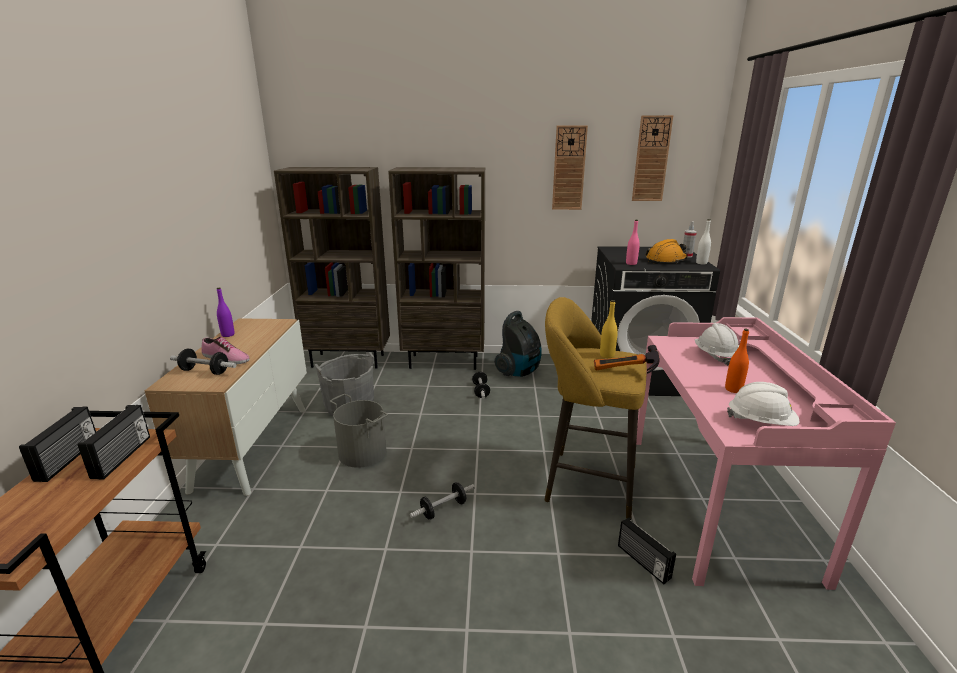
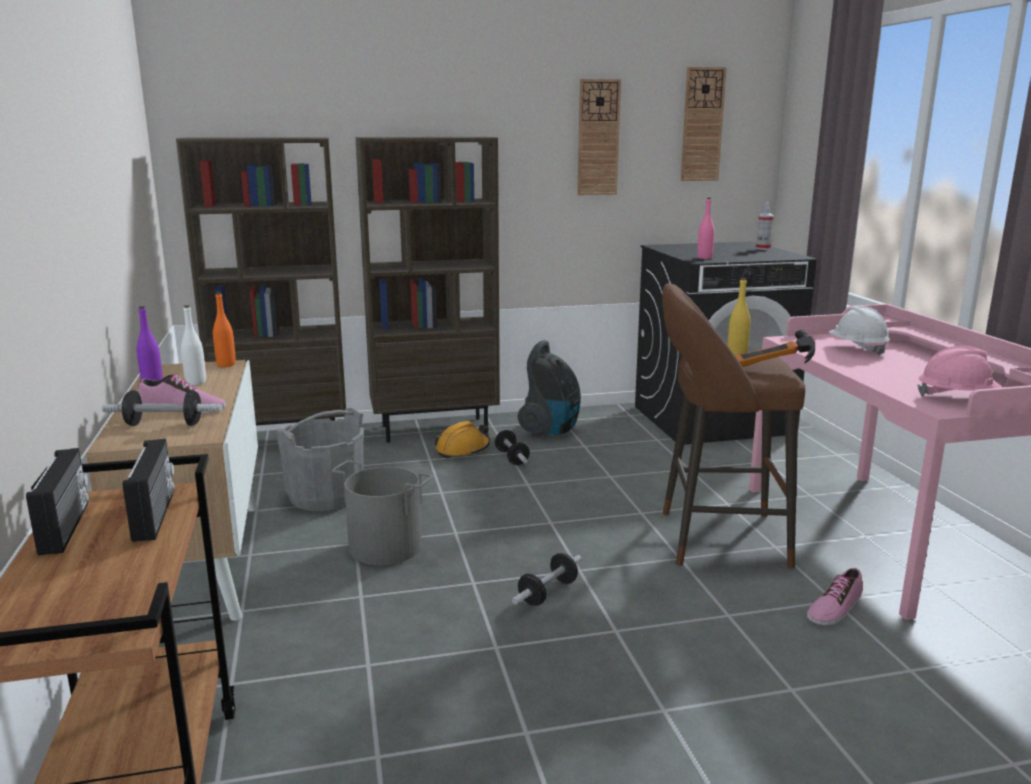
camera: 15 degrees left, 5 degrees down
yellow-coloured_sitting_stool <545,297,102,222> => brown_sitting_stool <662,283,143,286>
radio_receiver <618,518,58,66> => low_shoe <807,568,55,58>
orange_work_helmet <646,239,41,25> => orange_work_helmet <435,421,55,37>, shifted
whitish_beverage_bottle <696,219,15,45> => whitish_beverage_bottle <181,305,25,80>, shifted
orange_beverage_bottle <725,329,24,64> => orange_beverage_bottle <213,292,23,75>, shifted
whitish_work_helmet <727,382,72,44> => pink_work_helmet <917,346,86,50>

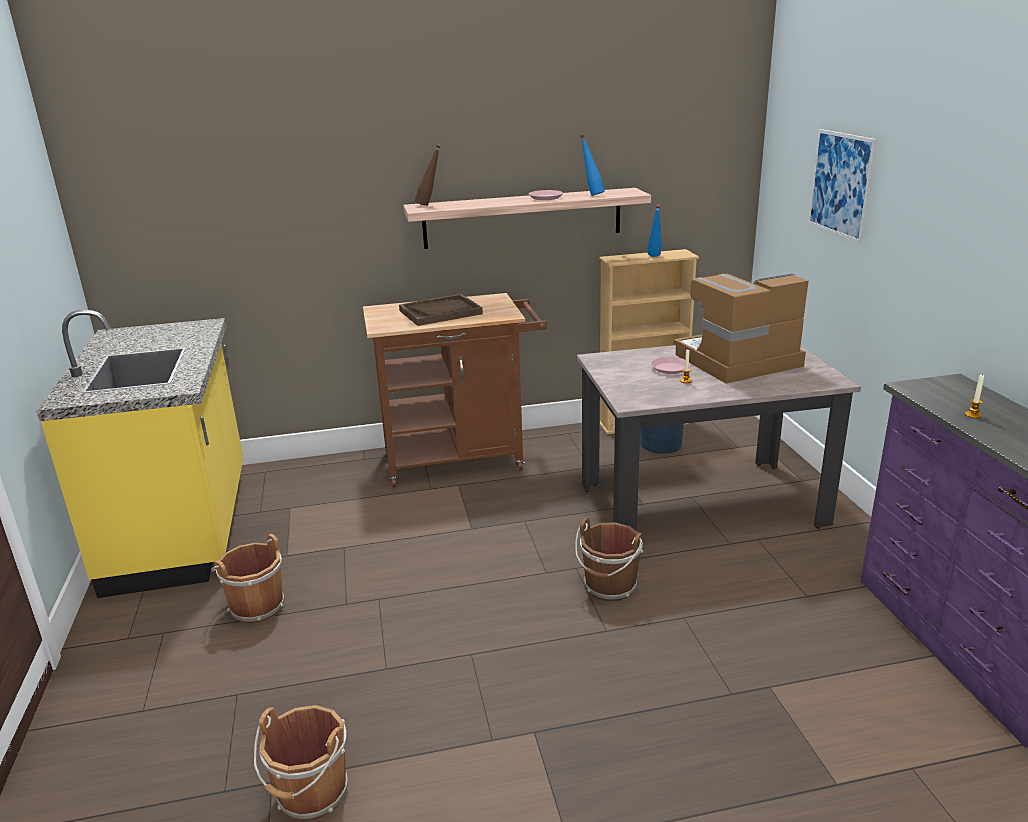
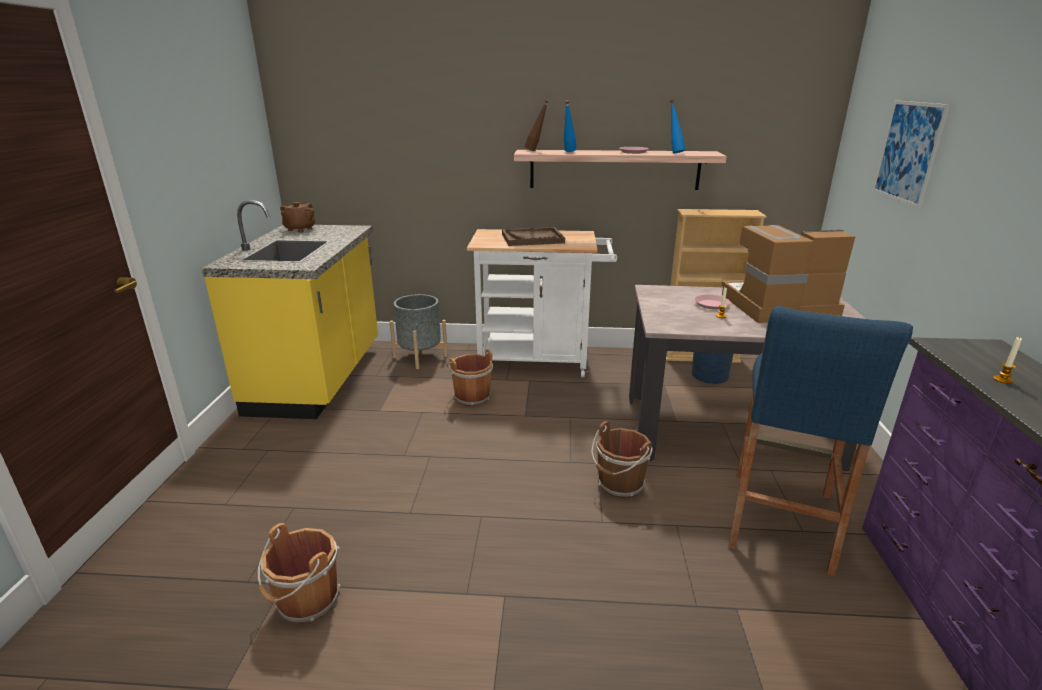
camera: 15 degrees right, 0 degrees up
brown_water_bucket <211,534,73,89> => brown_water_bucket <447,349,46,57>, shifted
brown_wheeled_cart <363,293,185,195> => whitish_wheeled_cart <467,229,150,149>
blue_beverage_bottle <647,204,15,53> => blue_beverage_bottle <564,100,12,52>, shifted
nothing => brown_tea_pot <280,202,35,30>
nothing => grey_flower_pot <389,294,59,75>
nothing => blue_sitting_stool <728,306,185,270>

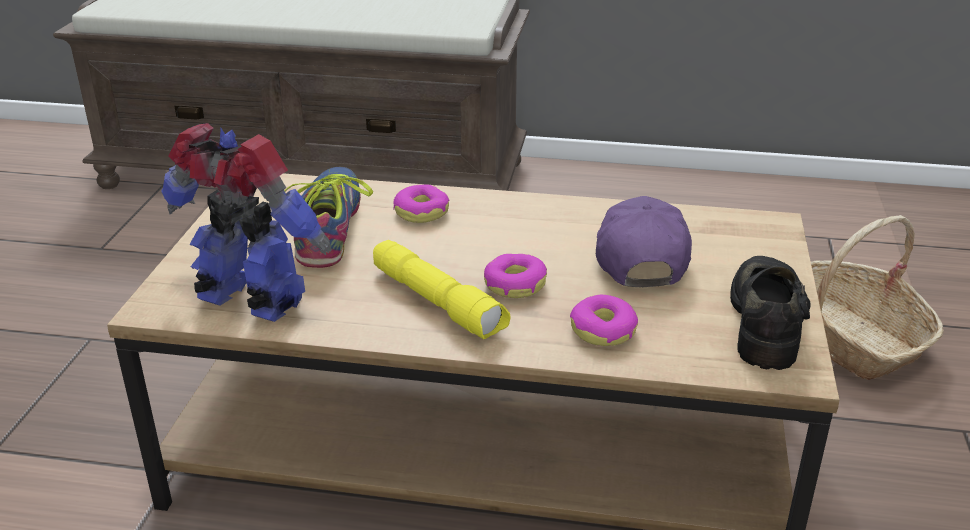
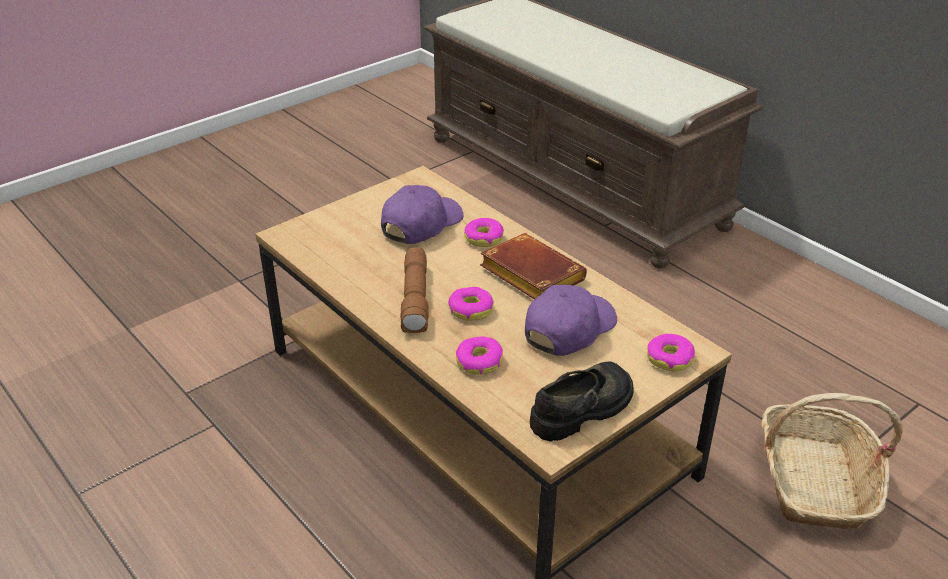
camera: 40 degrees right, 5 degrees up
model_robot <161,123,171,199> => nothing
low_shoe <284,167,89,101> => purple-coloured_cap <381,185,83,59>
yellow-coloured_hand_torch <373,240,138,99> => brown_hand_torch <400,247,28,86>
nothing => brown_volume <480,233,107,66>
nothing => donut <647,334,48,37>

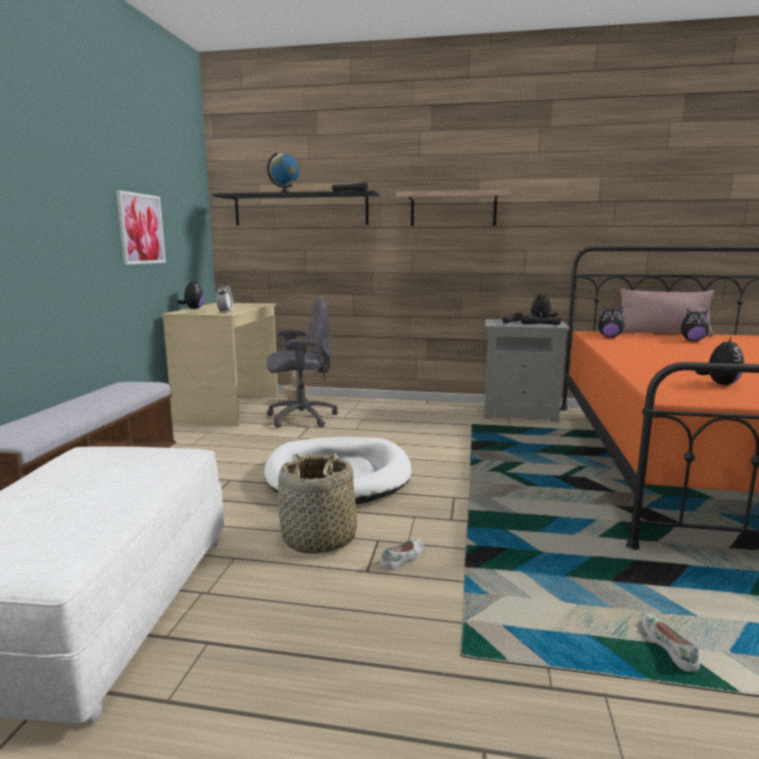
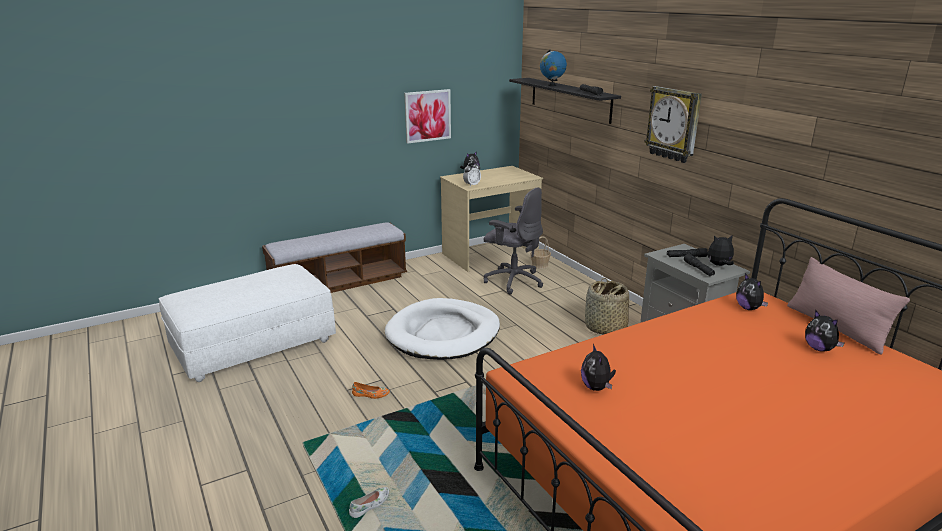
camera: 50 degrees right, 10 degrees up
household_basket <278,453,79,101> => household_basket <585,278,44,57>, shifted
whitish_low_shoe <381,539,42,31> => orange_low_shoe <352,382,38,17>
wall_shelf <396,190,115,36> => wall_clock <644,86,58,77>
cuddly_toy <695,337,49,48> => cuddly_toy <581,344,35,47>, 90 degrees clockwise

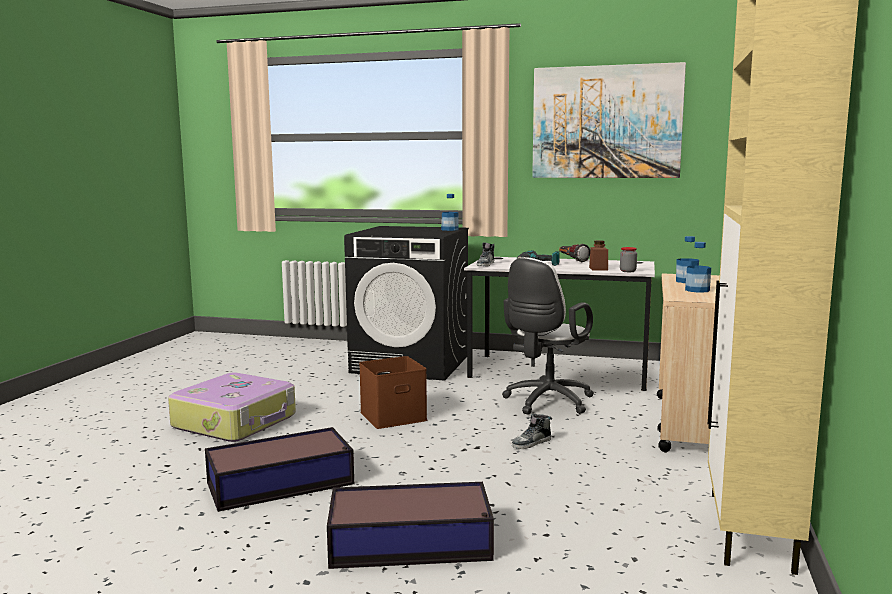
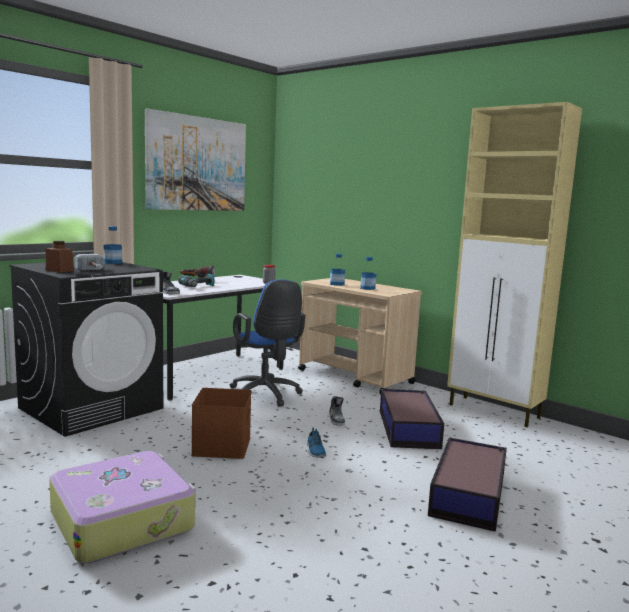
camera: 65 degrees left, 0 degrees up
storage_bin <205,427,149,85> => storage_bin <380,389,64,60>, shifted
whitish_computer_chair <502,257,92,158> => blue_computer_chair <230,279,75,128>
brown_preserve_jar <589,240,19,30> => brown_preserve_jar <46,241,28,32>, shifted
nothing => tool_hammer <75,254,29,16>
nothing => low_shoe <307,427,19,30>

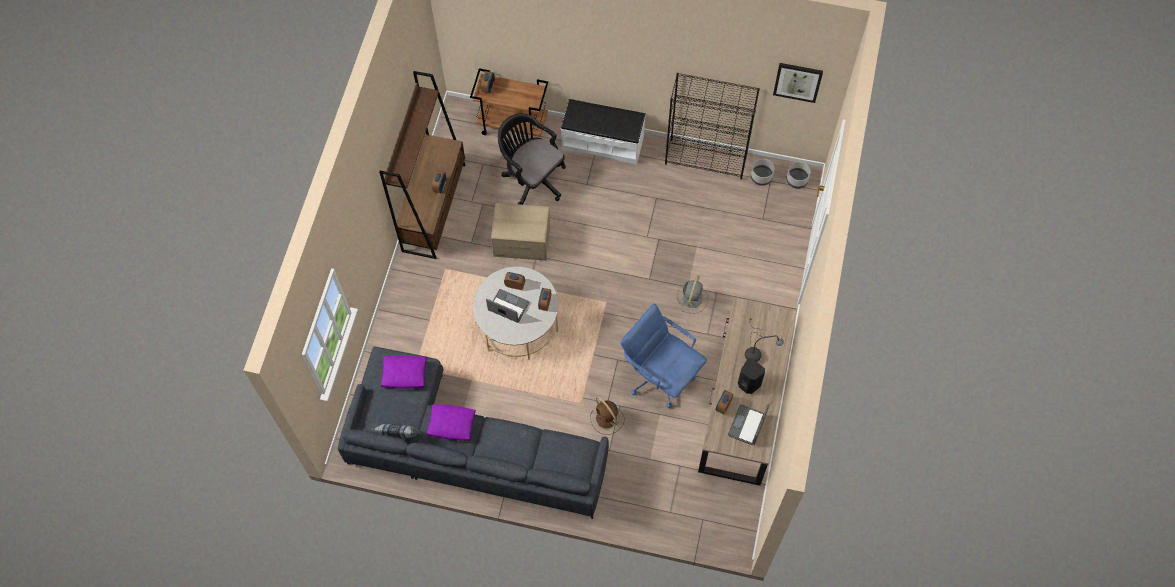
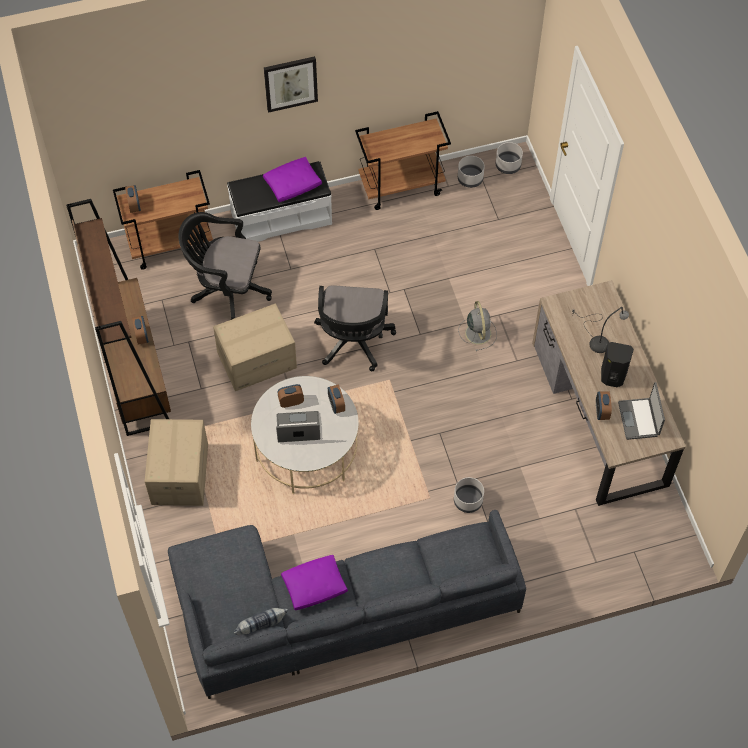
camera: 30 degrees left, 5 degrees down
purple-coloured_pillow <381,356,46,33> => purple-coloured_pillow <263,157,59,45>, shifted
brown_cooling_fan <590,397,34,38> => grey_flower_pot <454,477,30,36>
blue_computer_chair <620,303,87,105> => nothing
blackish_bookshelf <665,73,95,106> => brown_wheeled_cart <355,111,96,99>
picture <773,63,50,40> => picture <264,56,54,57>, shifted
nothing => cardboard_box <145,419,63,87>
nothing => blackish_computer_chair <314,285,82,86>

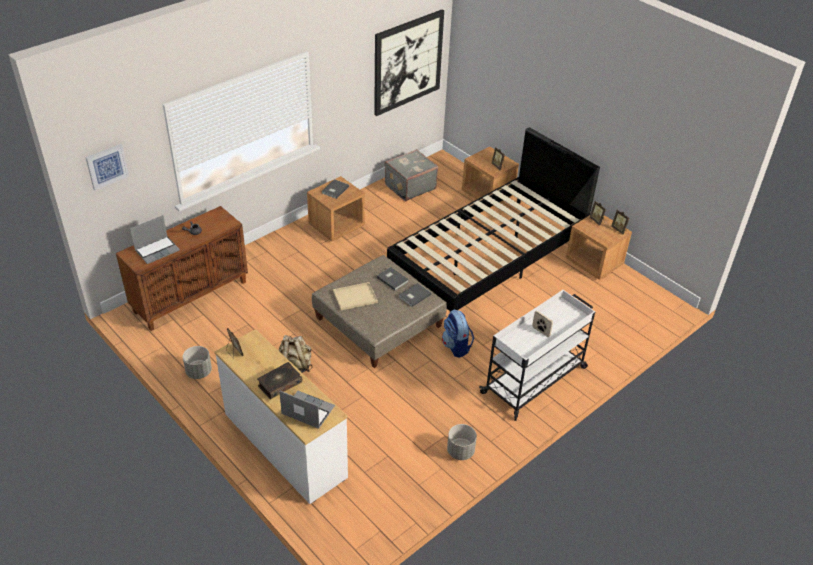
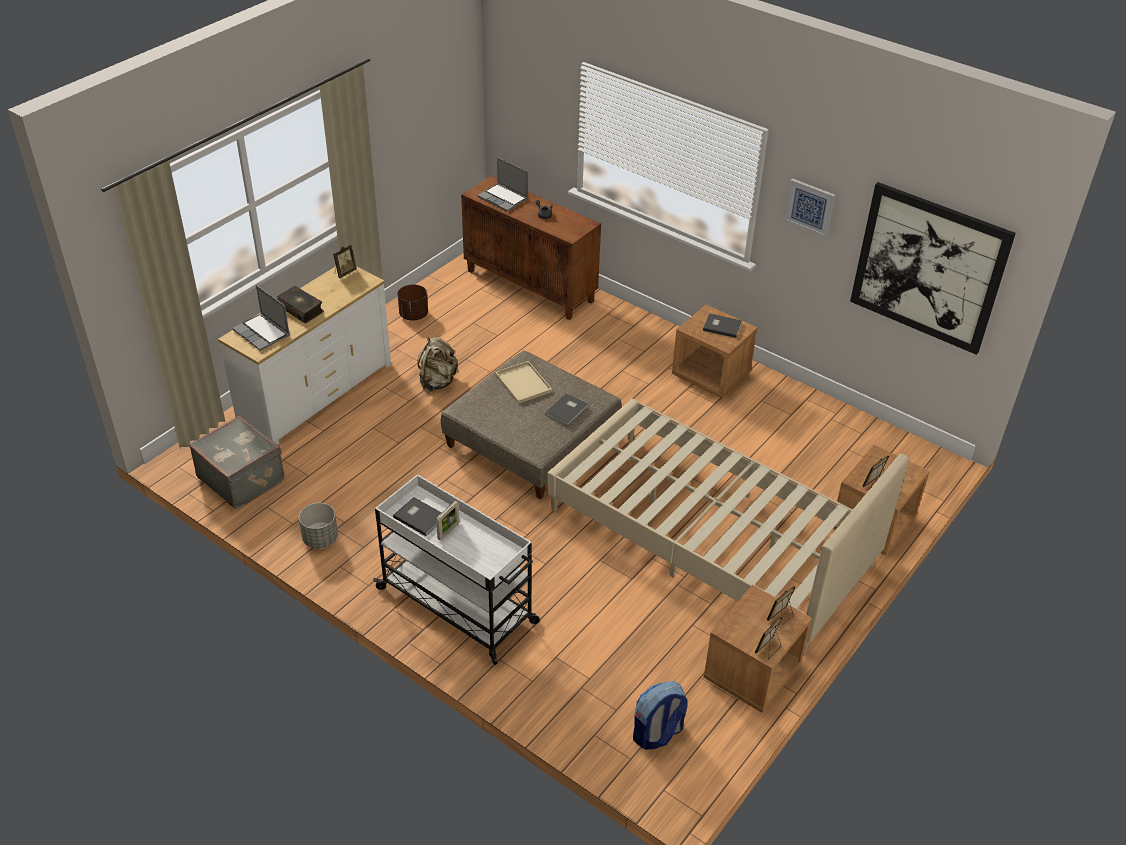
camera: 80 degrees right, 0 degrees up
picture <86,144,43,46> => picture <784,178,51,60>, shifted
grey_flower_pot <183,346,29,33> => brown_flower_pot <398,284,30,36>
portable_computer <279,391,56,38> => portable_computer <232,285,58,66>, 120 degrees clockwise
grey_travel_case <385,149,54,52> => grey_travel_case <189,416,96,93>, shifted
blackish_bed <387,127,213,185> => beige-coloured_bed <547,399,362,254>
grey_volume <399,283,33,24> => grey_volume <393,497,49,39>, shifted
knapsack <442,309,32,49> => knapsack <633,681,55,69>, shifted

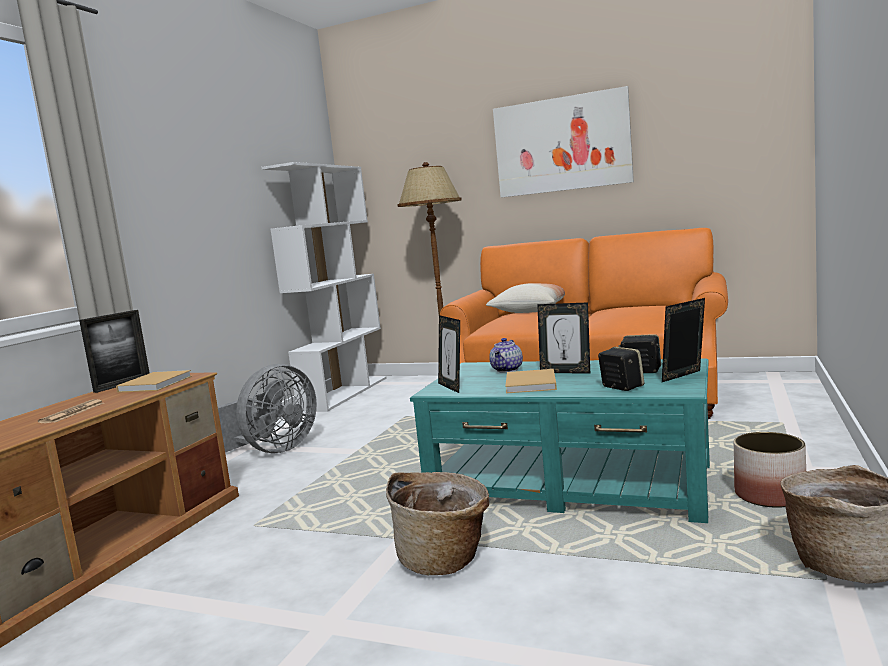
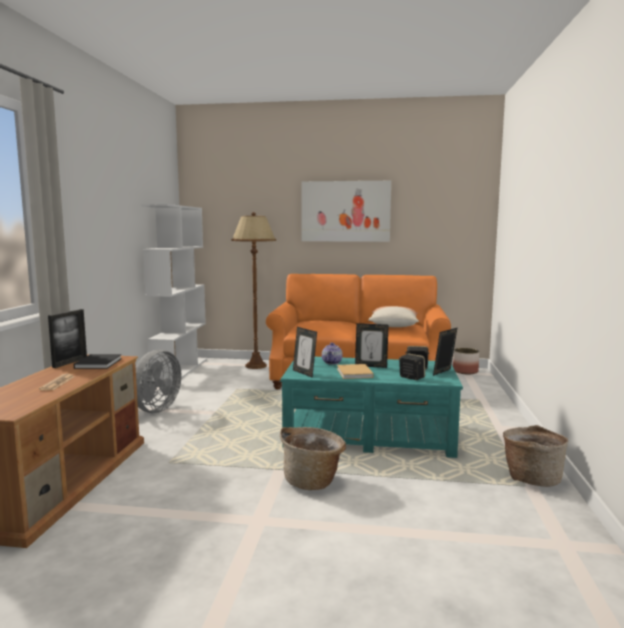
camera: 15 degrees left, 0 degrees up
beige-coloured_volume <116,370,76,23> => blackish_volume <74,354,48,15>
pillow <486,283,79,30> => pillow <368,306,51,21>, shifted
flower_pot <734,432,72,76> => flower_pot <453,348,26,26>, shifted

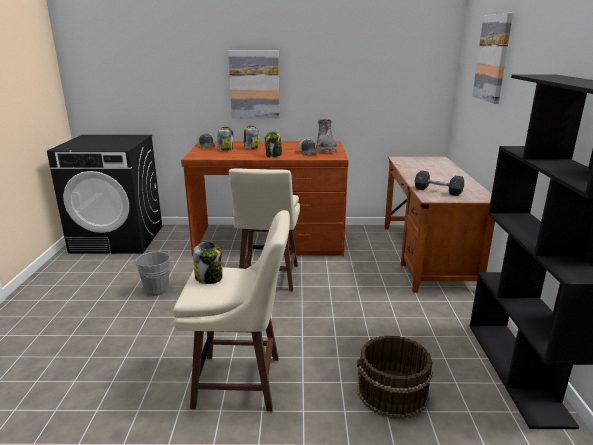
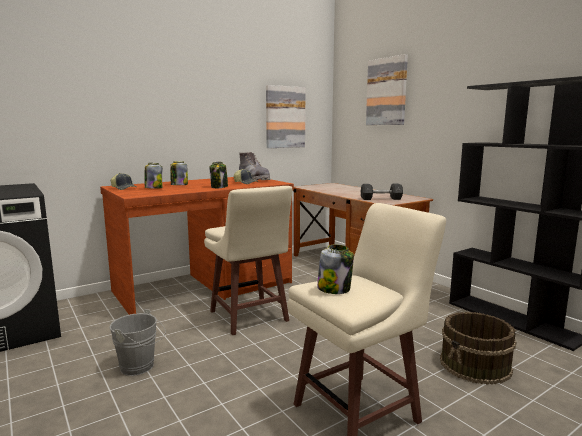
camera: 35 degrees left, 10 degrees down
picture <228,50,52,68> => picture <266,85,39,63>, shifted

